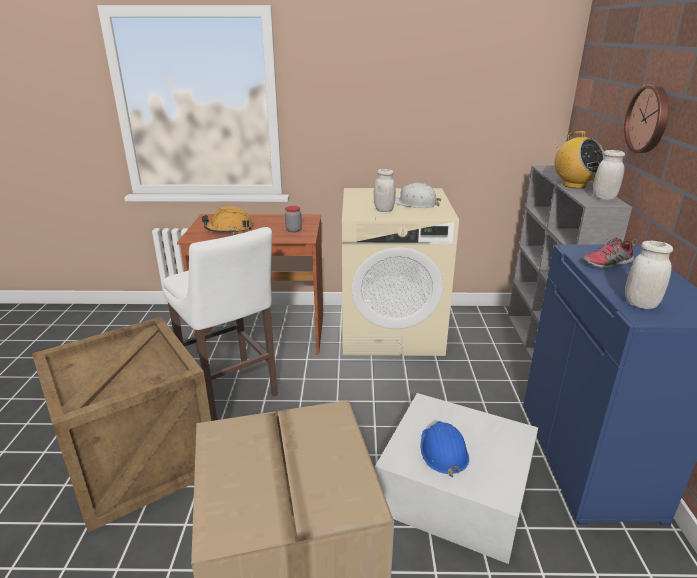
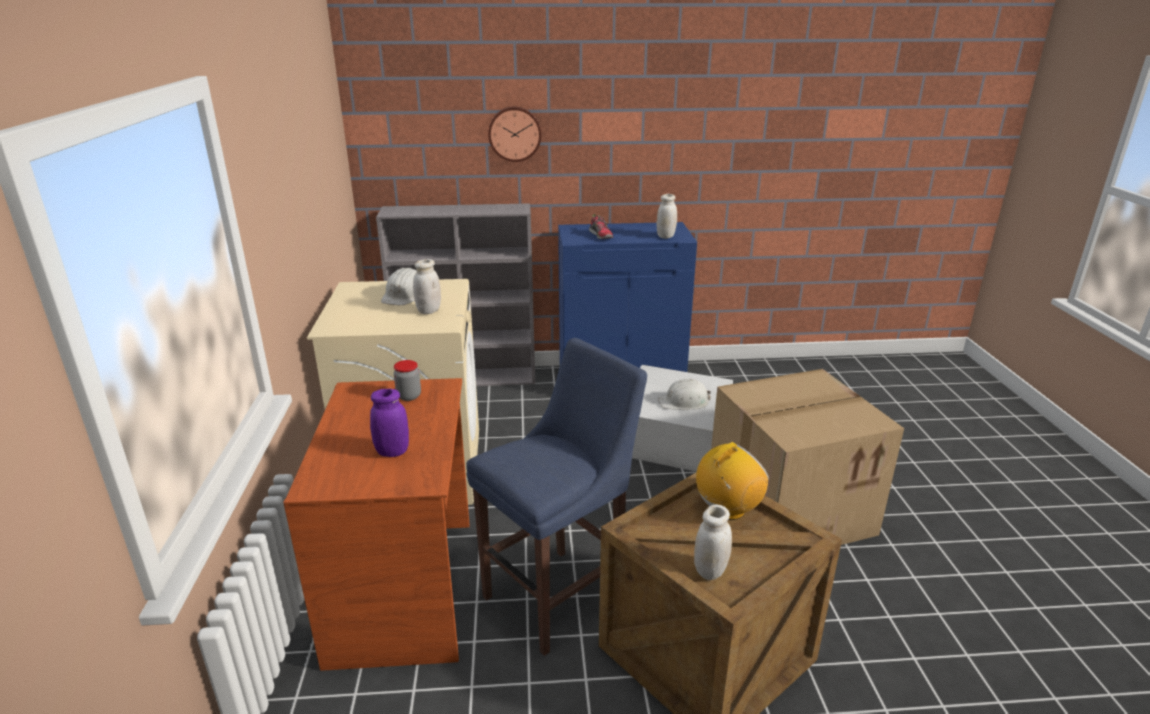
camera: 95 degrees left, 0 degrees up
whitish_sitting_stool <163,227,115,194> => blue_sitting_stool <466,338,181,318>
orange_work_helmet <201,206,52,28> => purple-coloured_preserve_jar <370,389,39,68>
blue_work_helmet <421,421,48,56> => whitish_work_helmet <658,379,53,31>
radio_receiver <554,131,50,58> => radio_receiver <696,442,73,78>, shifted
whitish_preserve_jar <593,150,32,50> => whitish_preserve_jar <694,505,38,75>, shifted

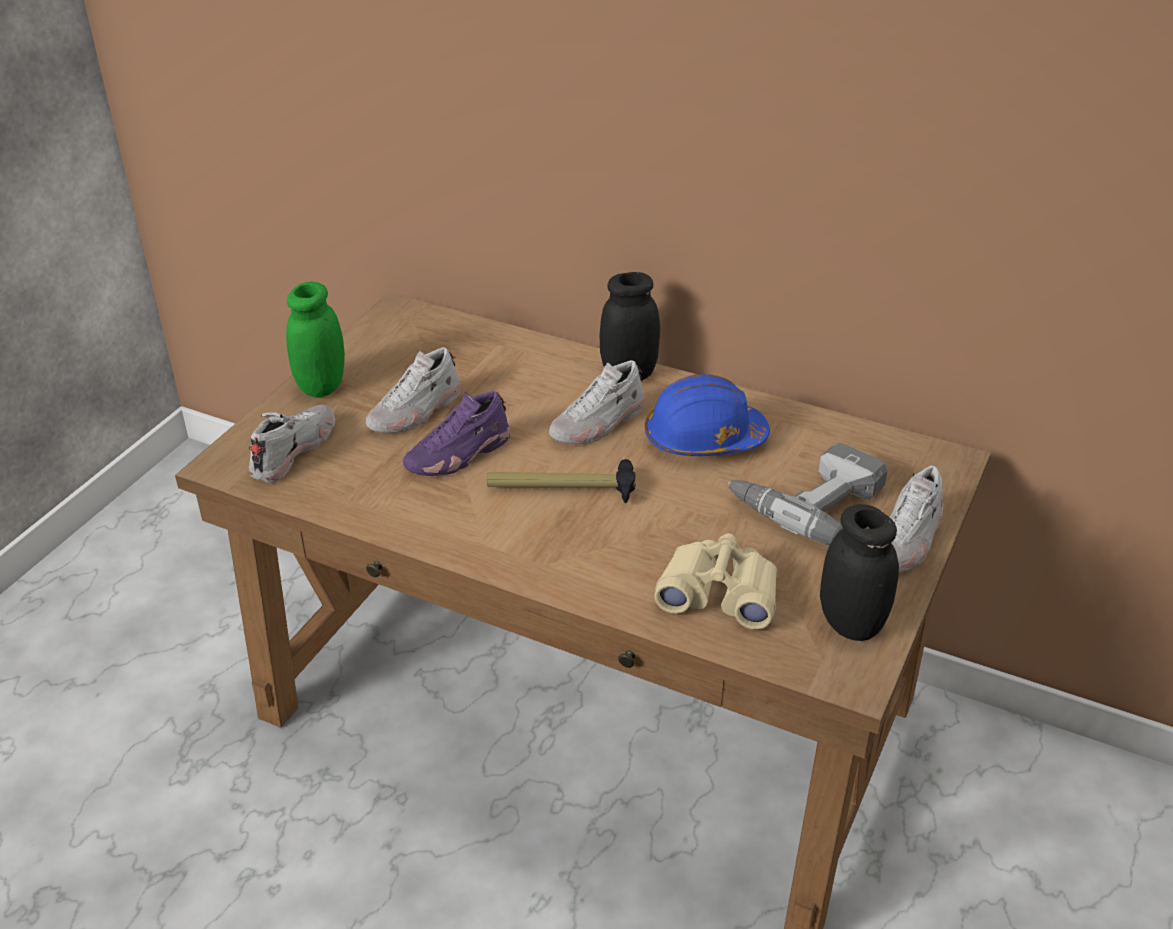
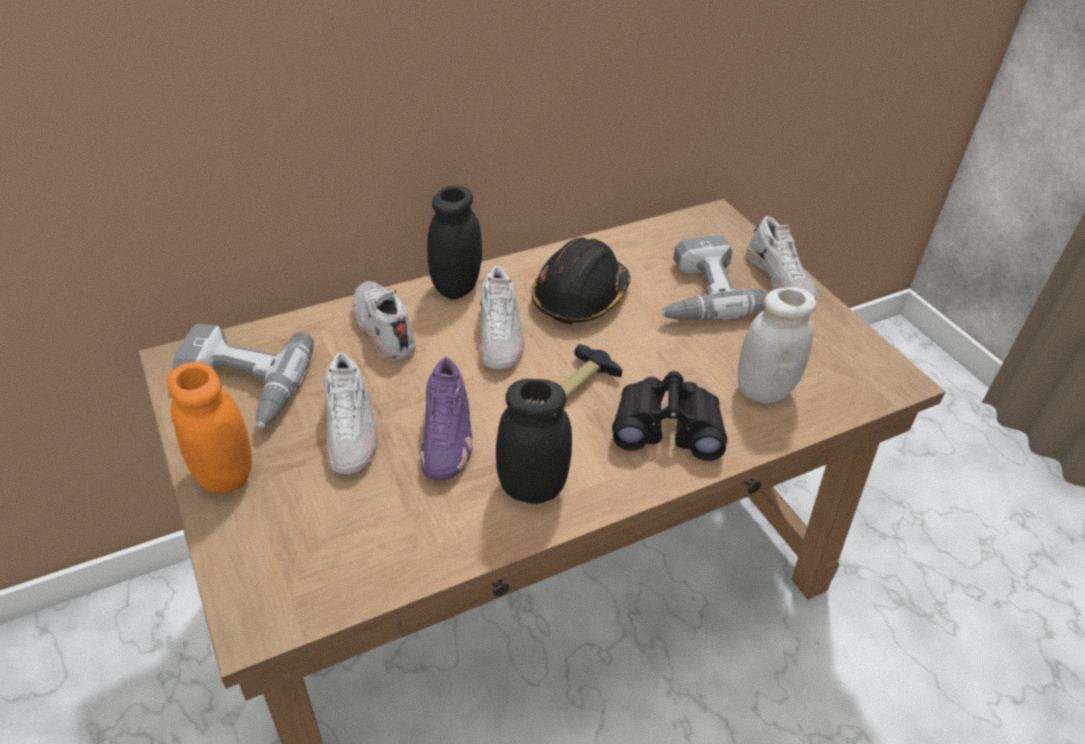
camera: 55 degrees left, 5 degrees up
whitish_low_shoe <249,405,86,78> => whitish_low_shoe <352,281,63,80>, shifted
green_preserve_jar <286,282,59,116> => orange_preserve_jar <167,362,85,131>
blue_work_helmet <645,374,125,82> => blackish_work_helmet <532,237,98,88>
beige-coloured_binoculars <654,534,123,96> => whitish_preserve_jar <738,287,78,116>
blackish_preserve_jar <820,504,79,137> => blackish_preserve_jar <496,379,76,125>, shifted
nothing => power_drill <173,323,141,105>
nothing => blackish_binoculars <612,371,115,90>

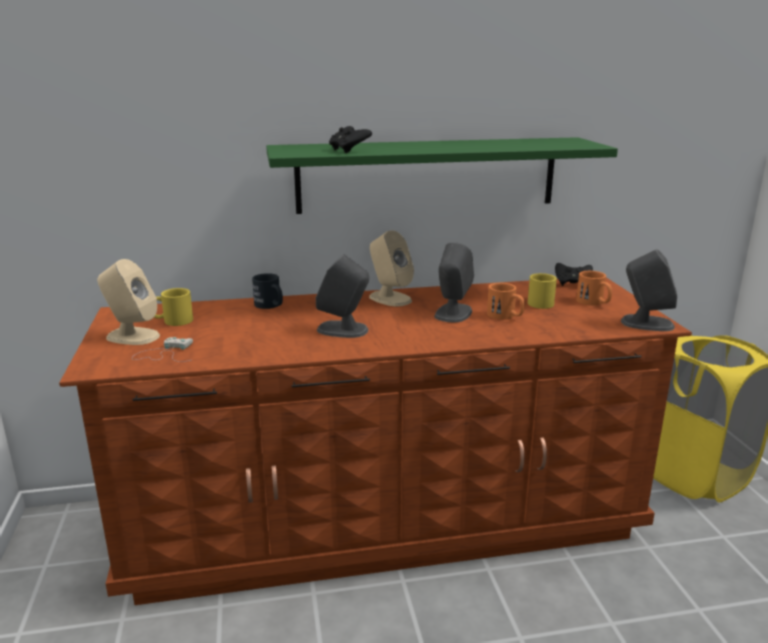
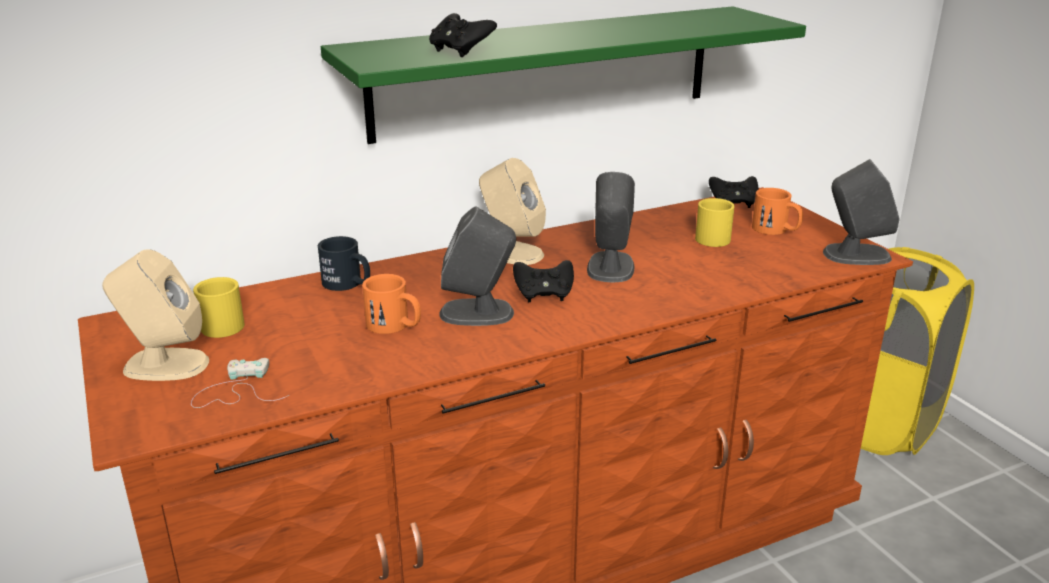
camera: 15 degrees left, 5 degrees up
orange_tea_mug <487,283,38,37> => orange_tea_mug <362,274,59,60>, shifted
nothing => blackish_joypad <513,260,61,42>

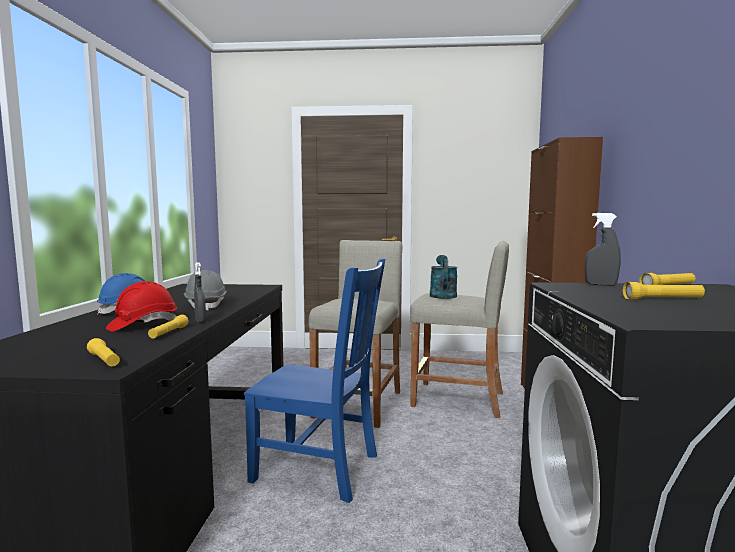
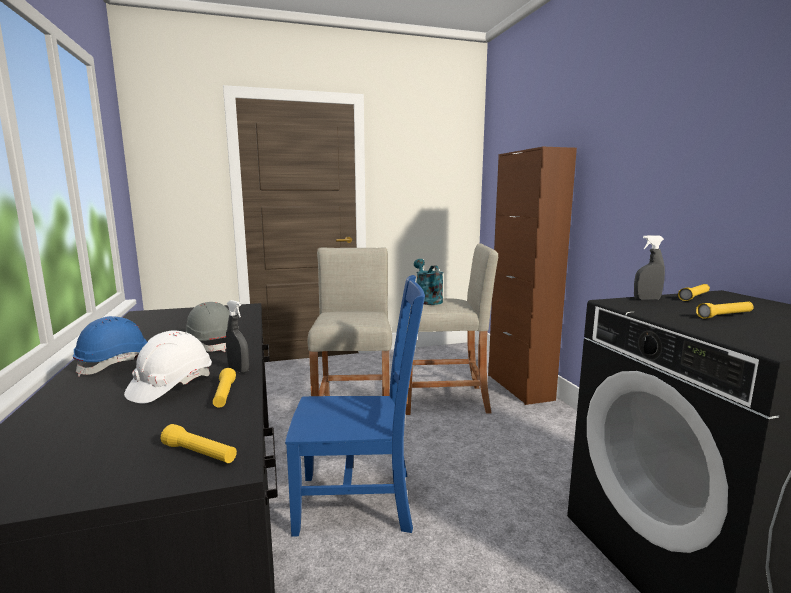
camera: 20 degrees left, 5 degrees up
red_work_helmet <106,281,71,51> => whitish_work_helmet <124,330,88,74>

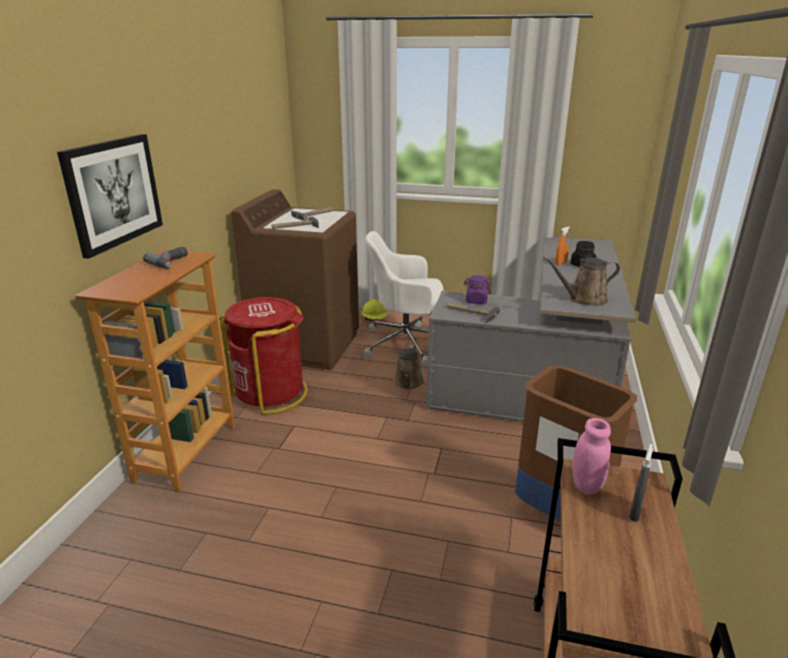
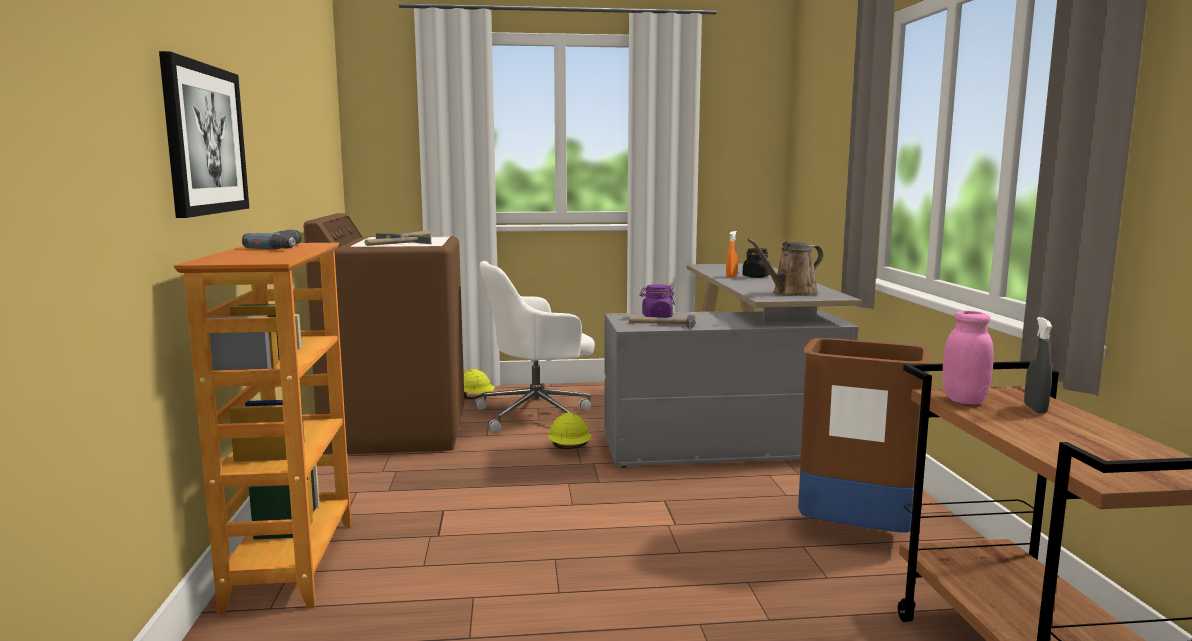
camera: 20 degrees left, 15 degrees down
red_waste_bin <220,297,88,117> => nothing
brown_sprinkling_can <393,345,31,44> => yellow-coloured_work_helmet <548,412,43,37>

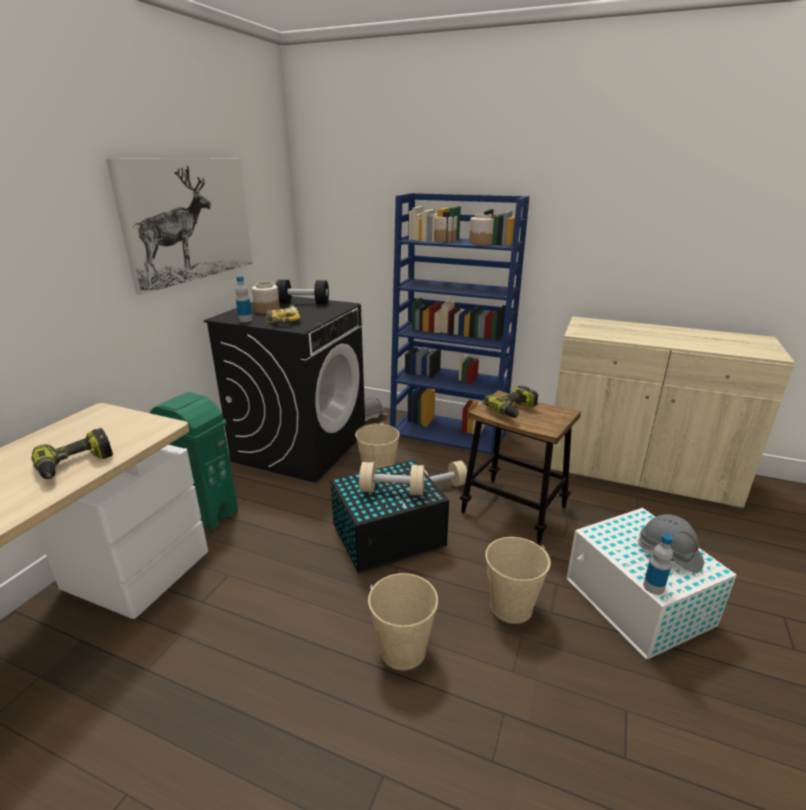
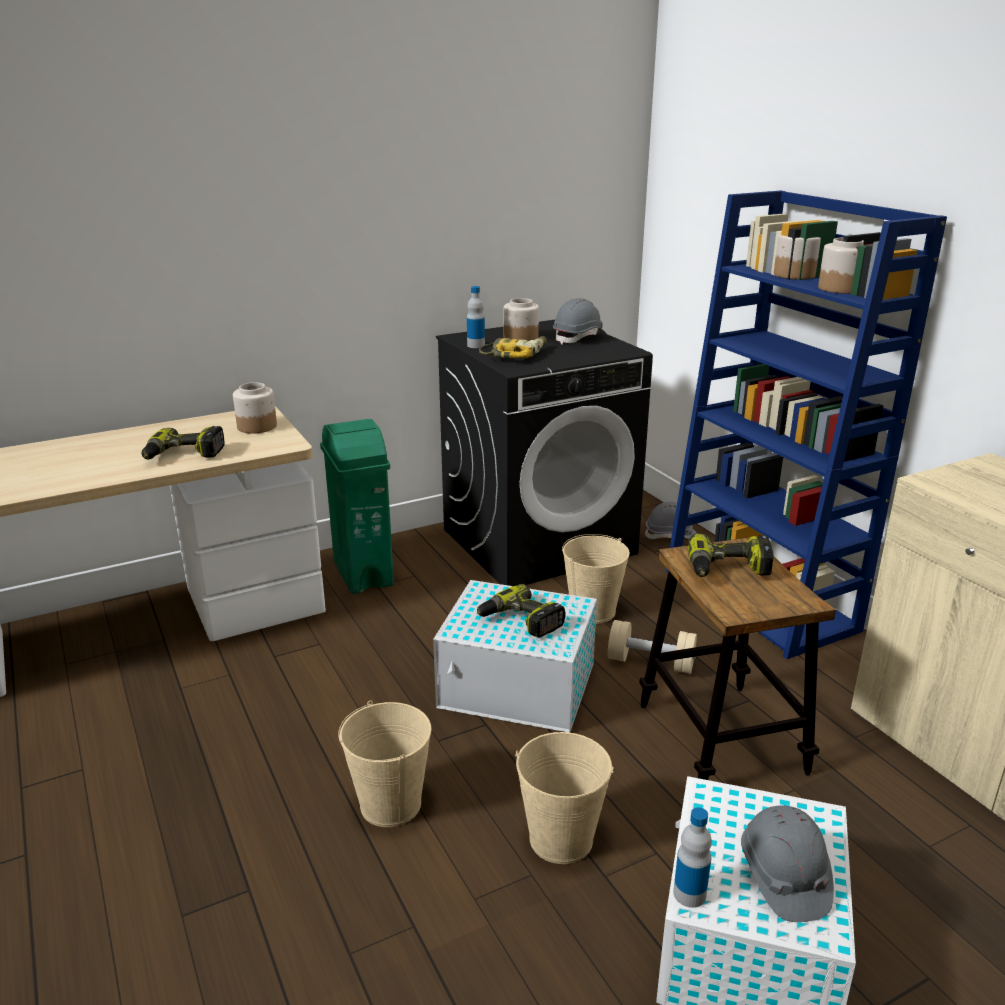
camera: 40 degrees right, 0 degrees up
picture <106,158,147,137> => nothing
blackish_hand_weight <276,280,53,24> => grey_work_helmet <553,298,54,47>
blackish_storage_bin <330,460,119,114> => whitish_storage_bin <433,580,164,153>
beige-coloured_hand_weight <359,462,66,34> => power_drill <477,584,89,54>
nothing => preserve_jar <233,382,44,52>

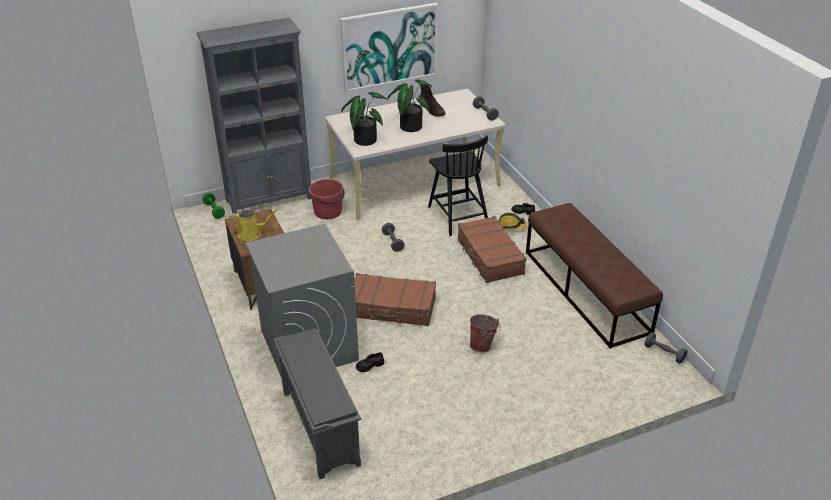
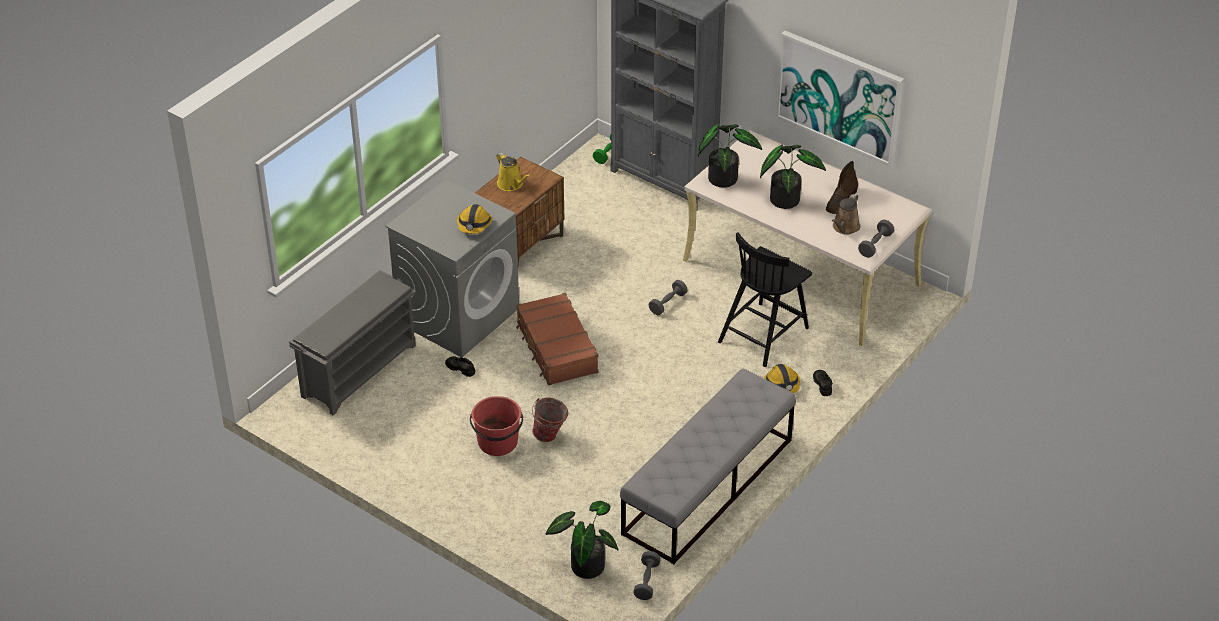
camera: 60 degrees right, 5 degrees up
red_water_bucket <309,179,36,40> => red_water_bucket <470,396,53,60>, shifted
brown_travel_case <457,216,70,67> => nothing
brown_indoor_bench <526,203,137,145> => grey_indoor_bench <620,369,176,195>
nothing => work_helmet <457,204,36,30>
nothing => potted_plant <545,501,73,78>
nothing => brown_sprinkling_can <832,194,28,41>

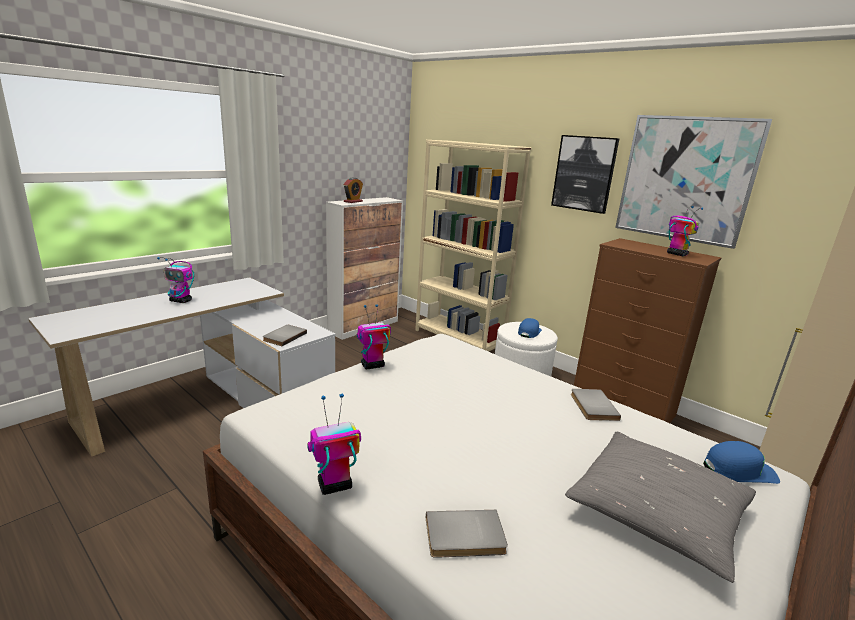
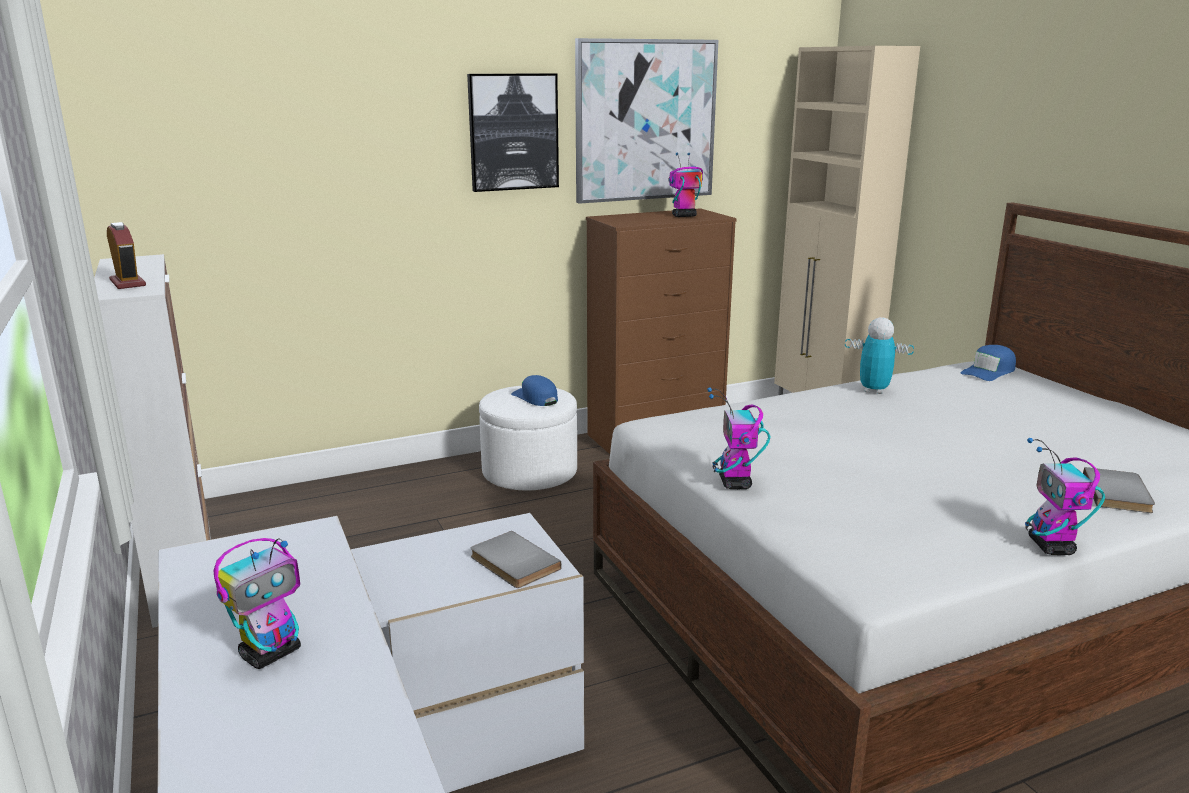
camera: 65 degrees left, 0 degrees up
beige-coloured_bookshelf <415,140,117,212> => nothing
grey_pillow <565,432,191,151> => nothing
grey_volume <571,389,50,32> => model_robot <845,317,69,77>
blue_cap <703,441,77,43> => blue_cap <961,345,55,36>, 150 degrees counterclockwise

